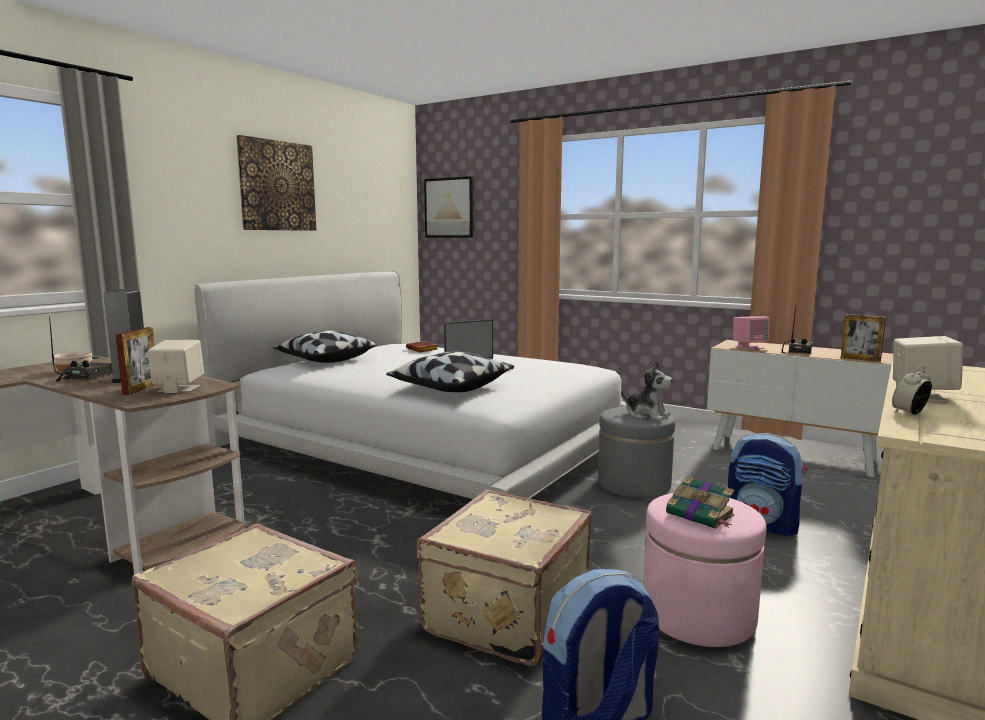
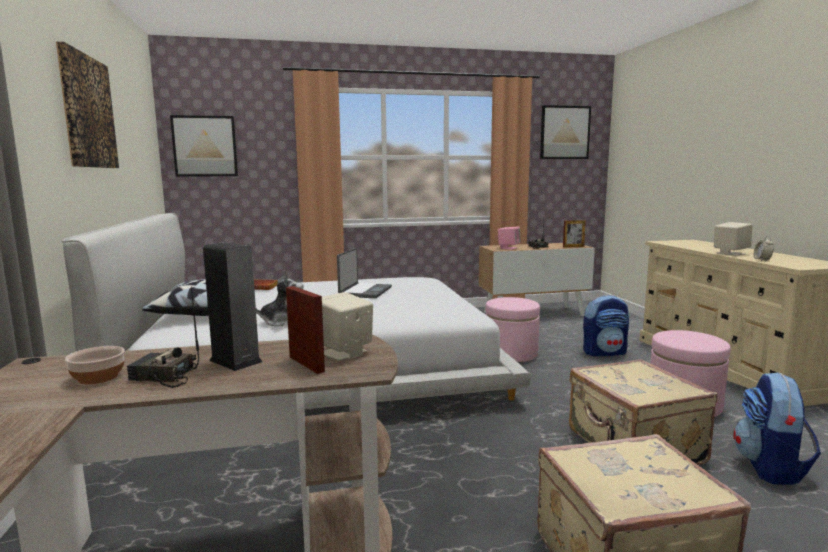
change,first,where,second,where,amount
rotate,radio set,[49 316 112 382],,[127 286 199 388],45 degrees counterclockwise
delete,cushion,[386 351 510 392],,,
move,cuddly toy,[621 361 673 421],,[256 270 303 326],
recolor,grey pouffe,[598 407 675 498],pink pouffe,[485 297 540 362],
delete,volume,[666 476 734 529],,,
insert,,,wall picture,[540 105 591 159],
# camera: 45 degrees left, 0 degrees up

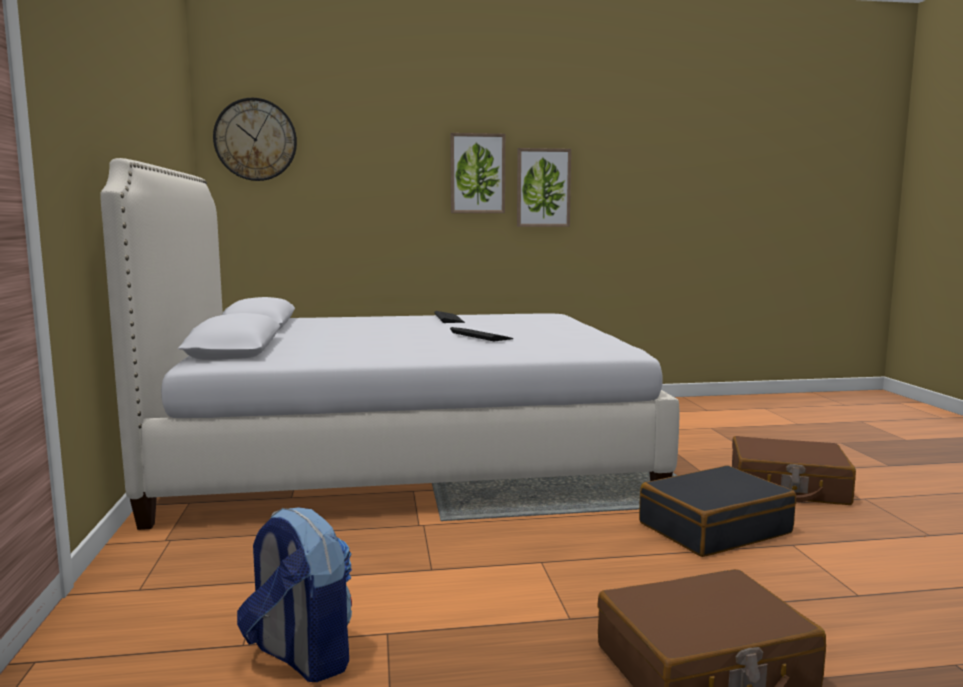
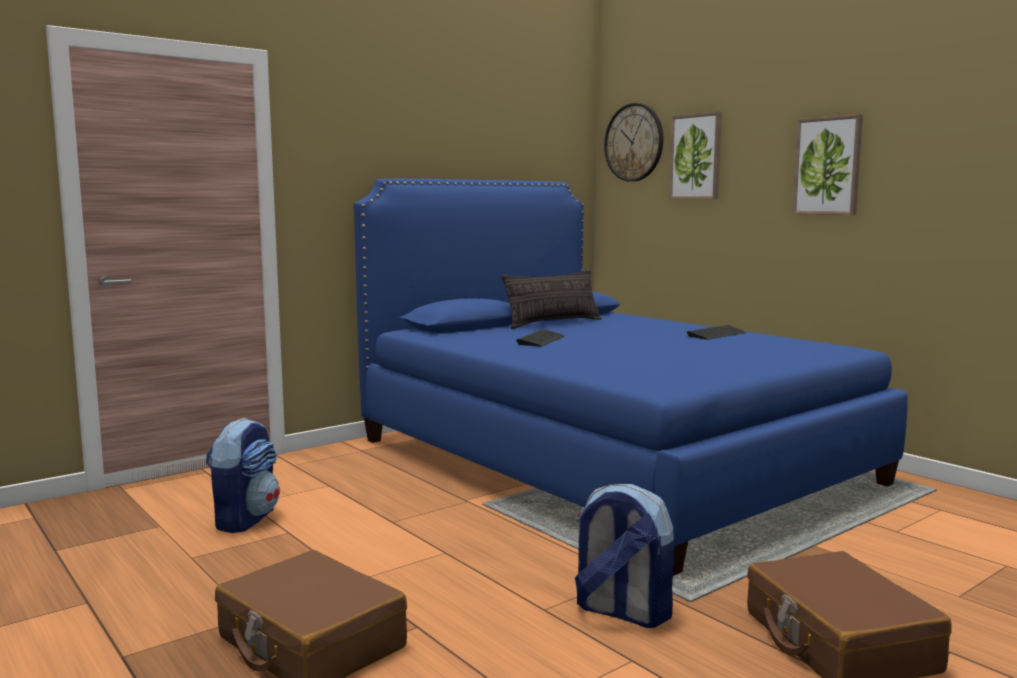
change,first,where,second,where,amount
move,wall picture,[517 148 571 227],,[669 111 722 199],
recolor,whitish sleeping bed,[100 158 679 530],bluish sleeping bed,[354 179 908 576],
move,computer keyboard,[450 327 514 341],,[516 329 564 346],
replace,black-coloured travel case,[639 465 796 557],knapsack,[575 484 674 628],
insert,,,cushion,[502 269 602 329],
# camera: 60 degrees right, 0 degrees up

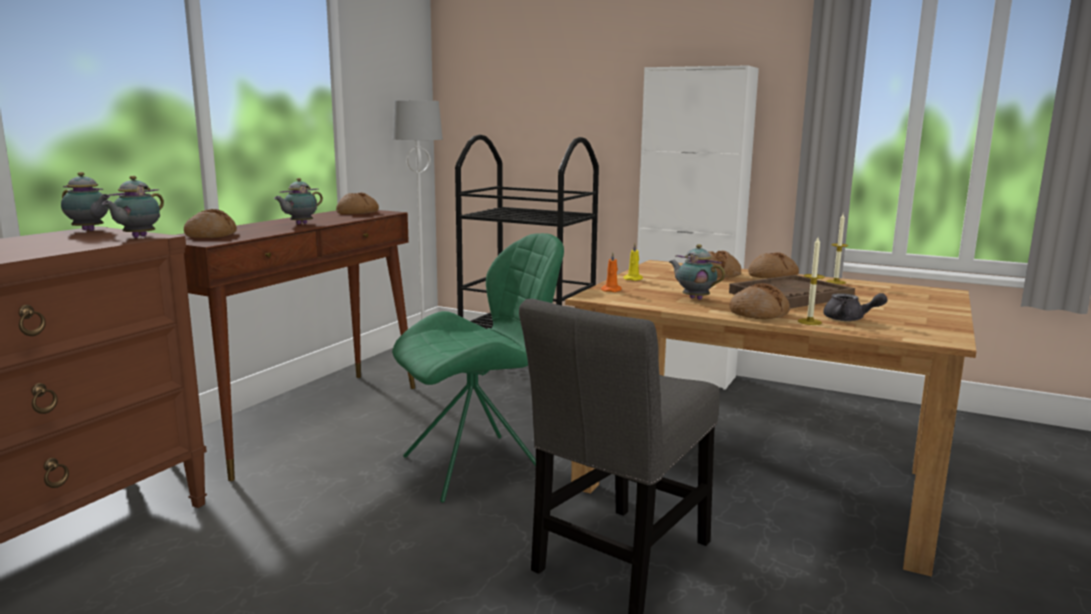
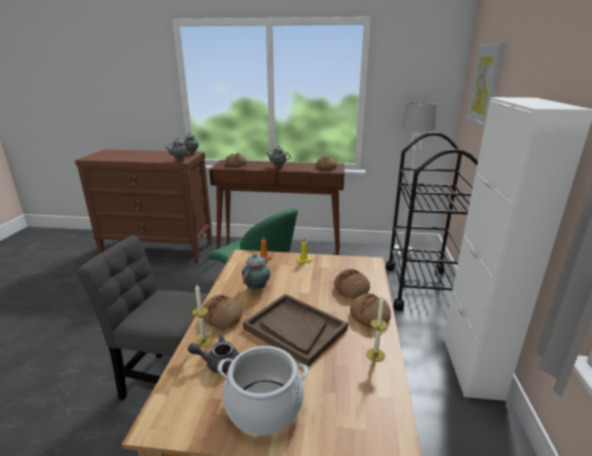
change,first,where,second,where,amount
rotate,grey teapot,[823 293 888 321],,[188 333 239 374],75 degrees clockwise
insert,,,wall picture,[466 43 505 128],
insert,,,cooking pot,[218 346 308 435],
# camera: 70 degrees right, 10 degrees up

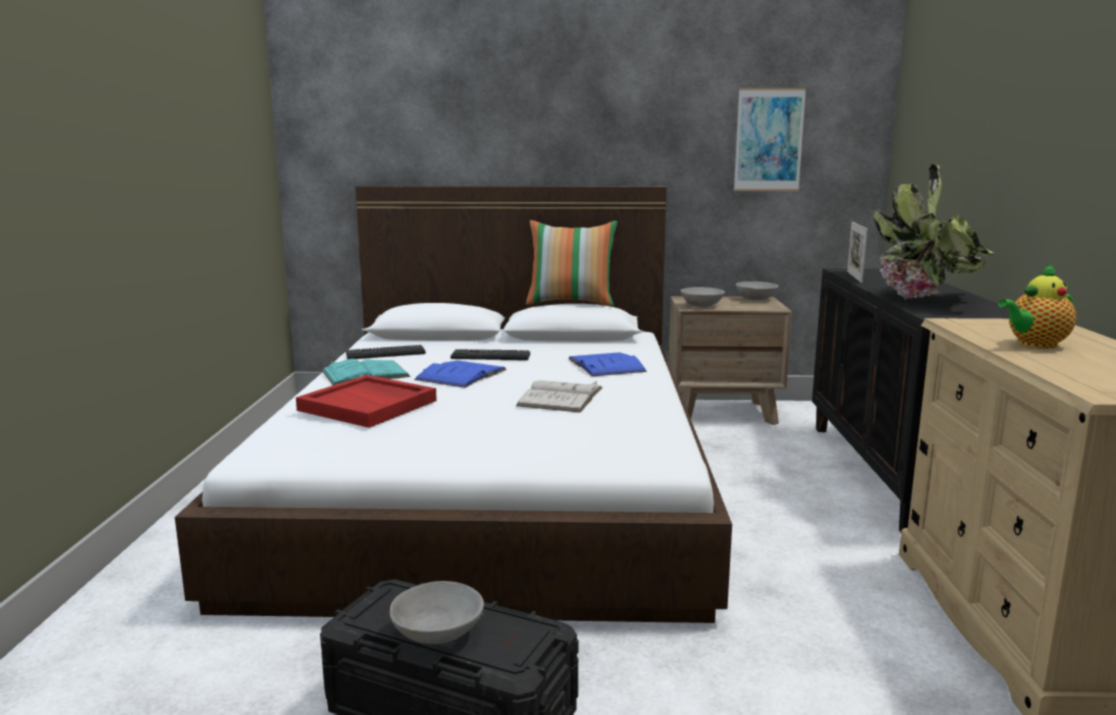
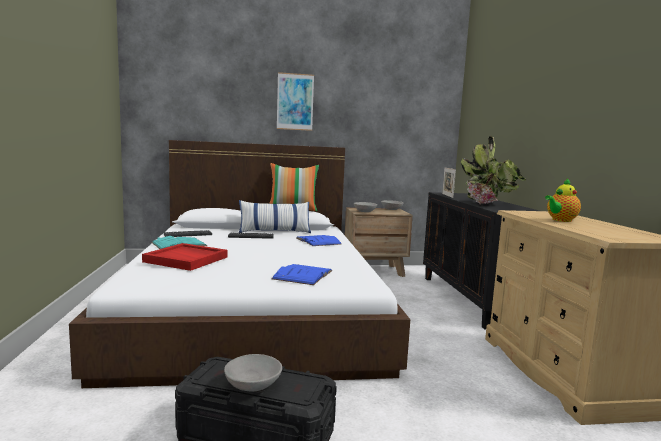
change,first,where,second,where,amount
move,wall picture,[734 88 806 191],,[277 72 314 131],
move,bluish volume,[414 360 507 388],,[272 264 332 285],
delete,whitish volume,[516 381 603 413],,,
insert,,,cushion,[239 200 311 233],
# camera: 10 degrees left, 5 degrees down

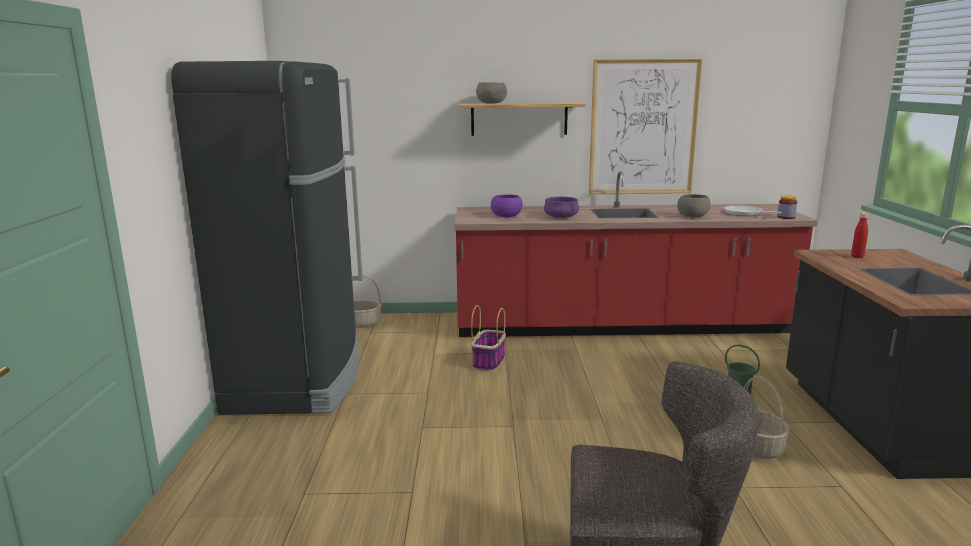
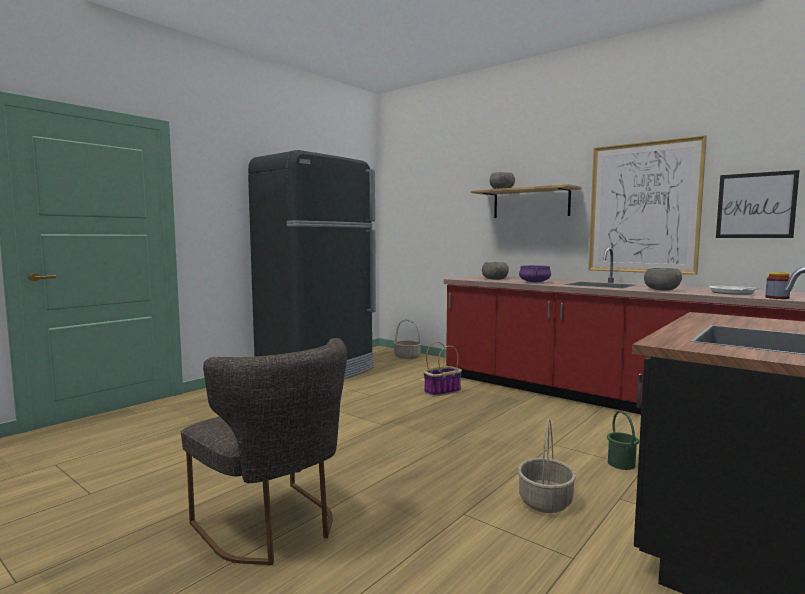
change,first,where,second,where,amount
recolor,purplish deep dish,[491 195 523 217],grey deep dish,[482 262 509 280],
delete,red bottle,[851 213 868 258],,,
insert,,,wall picture,[716 170 800 238],
# camera: 40 degrees right, 10 degrees down

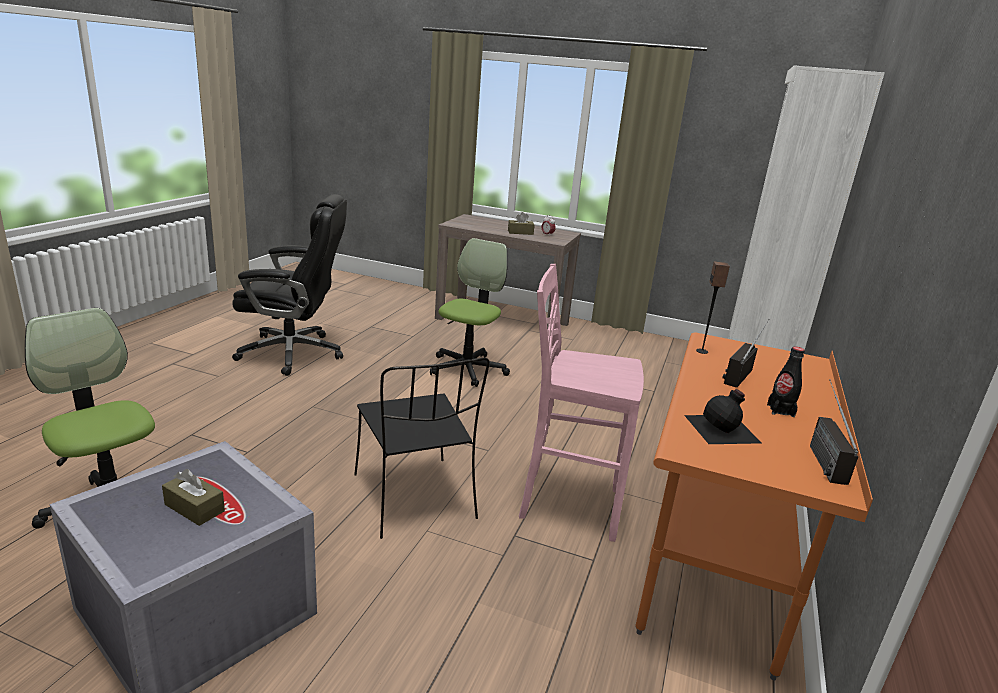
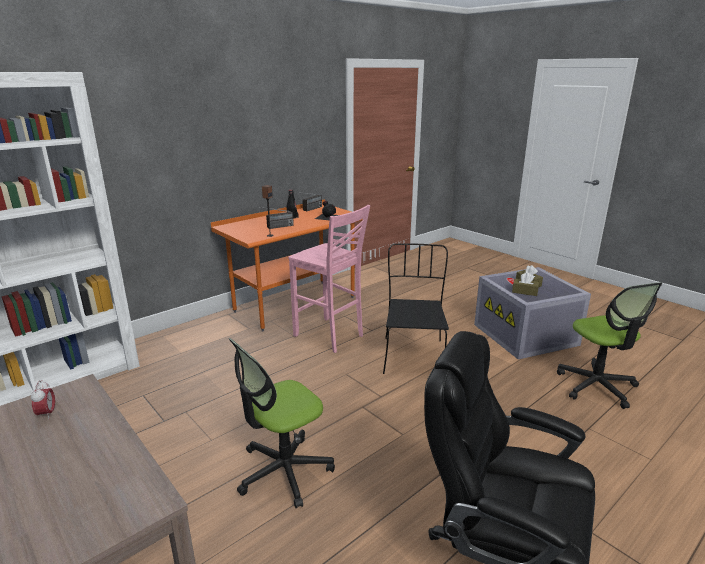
change,first,where,second,where,amount
move,brownish box of tissues,[508 212 535 235],,[512 273 539 296],
# camera: 150 degrees left, 0 degrees up

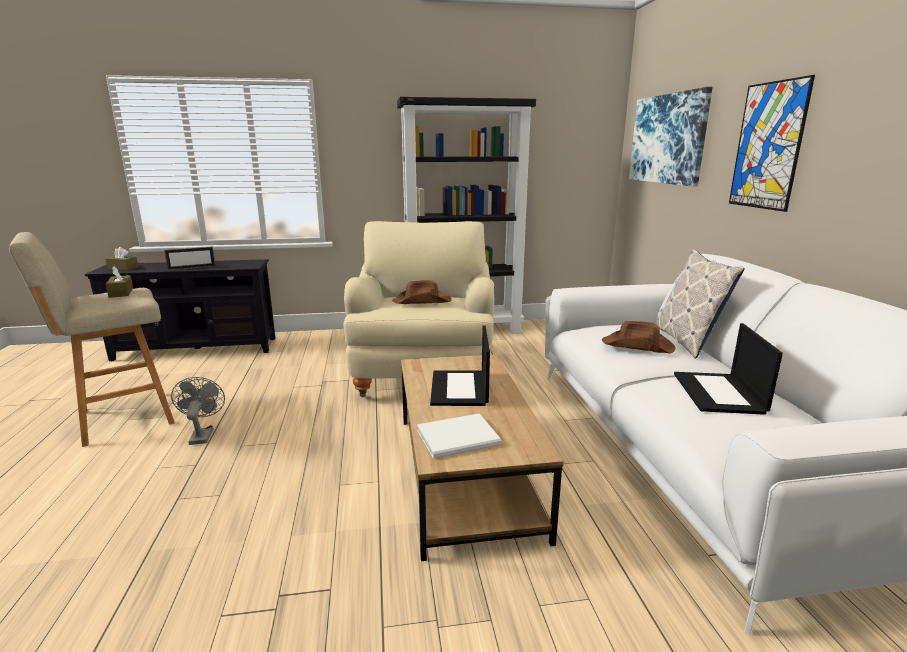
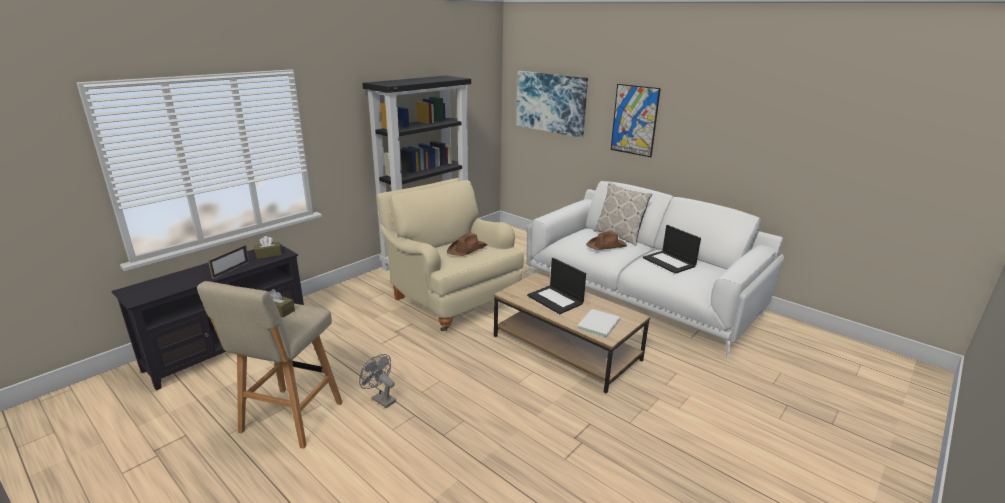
change,first,where,second,where,amount
move,brownish box of tissues,[105 247 138 270],,[254 236 282 259],
# camera: 40 degrees left, 5 degrees up

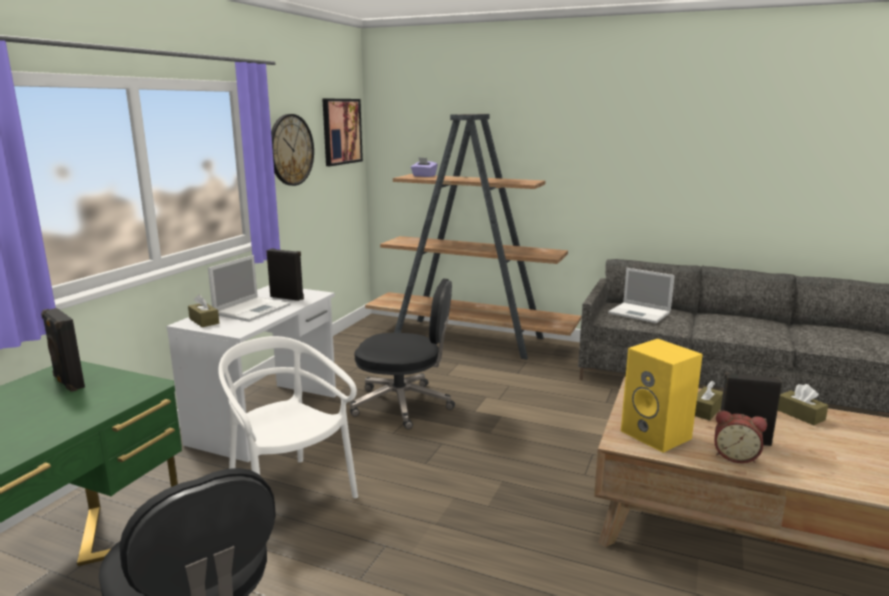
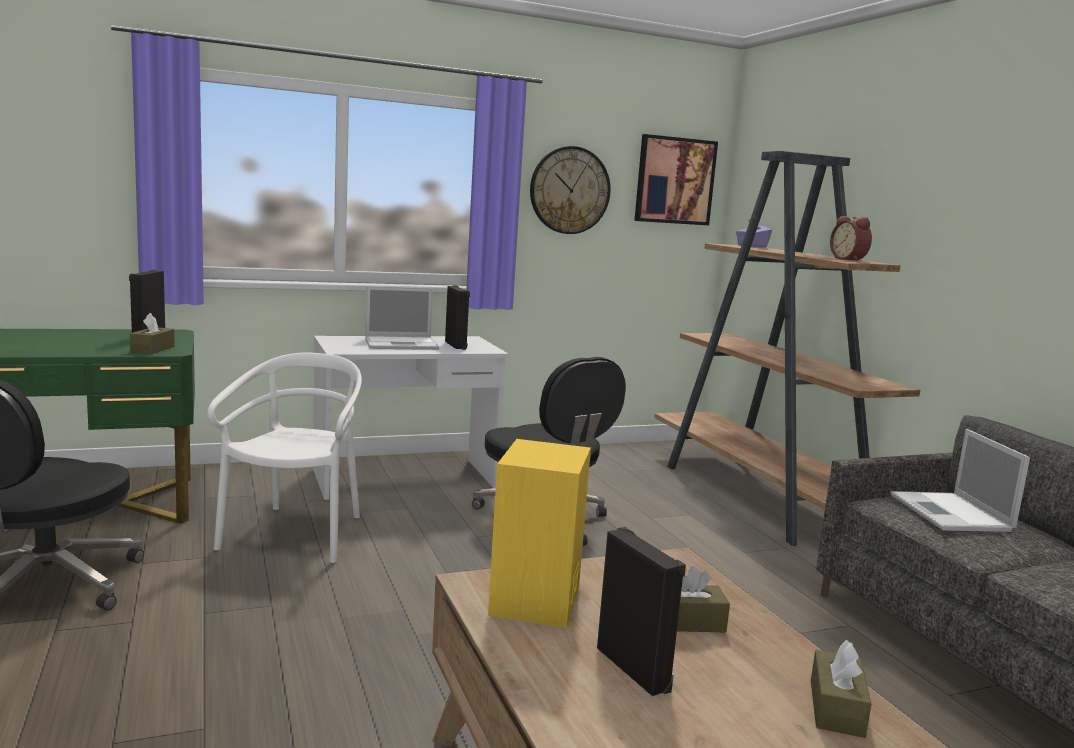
change,first,where,second,where,amount
move,brownish box of tissues,[188 294 219 327],,[130 313 174 354],
move,bedside clock,[714 410 767 463],,[830 216 872 261],
# camera: 45 degrees right, 5 degrees down

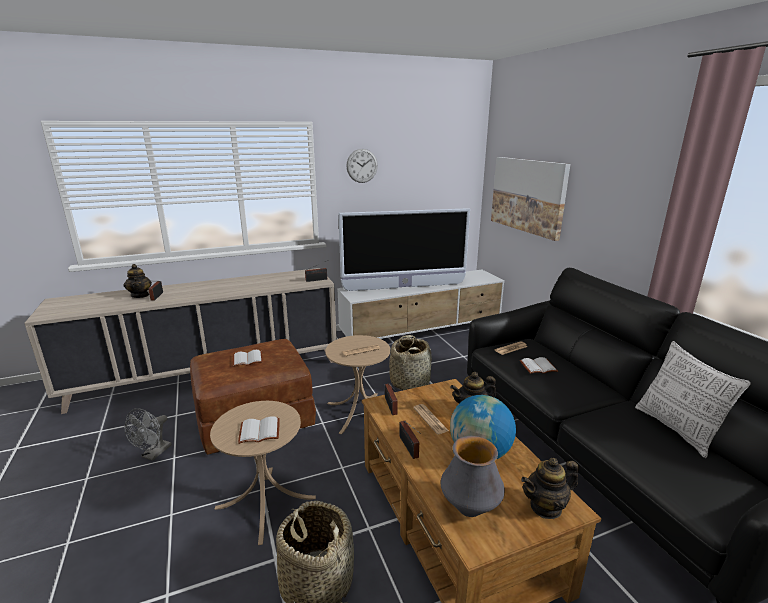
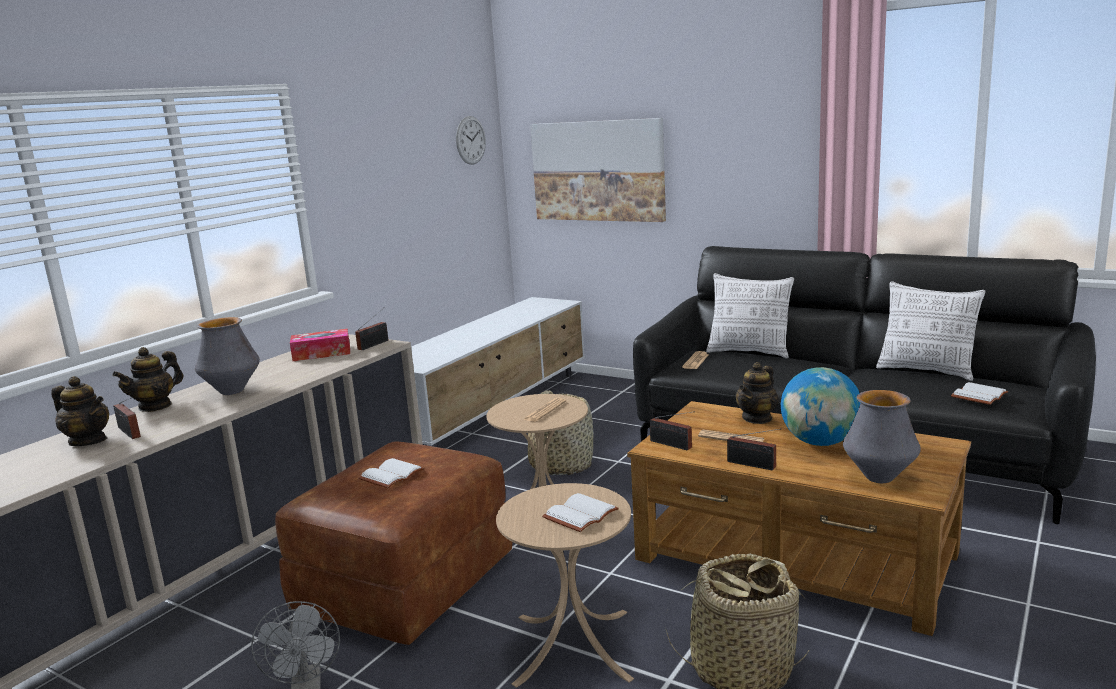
change,first,where,second,where,amount
move,hanging clock,[346 149 378 183],,[456 116 486 165],
delete,TV set,[338 208 470 291],,,
move,whitish volume,[520 357 558 374],,[951 382 1008 405],
move,teapot,[521 458 579 519],,[112 347 184 412],
insert,,,cushion,[706 273 794 358],
insert,,,decorative vase,[195 317 260 395],
insert,,,box of tissues,[290 329 350 361],
# camera: 35 degrees left, 5 degrees down

